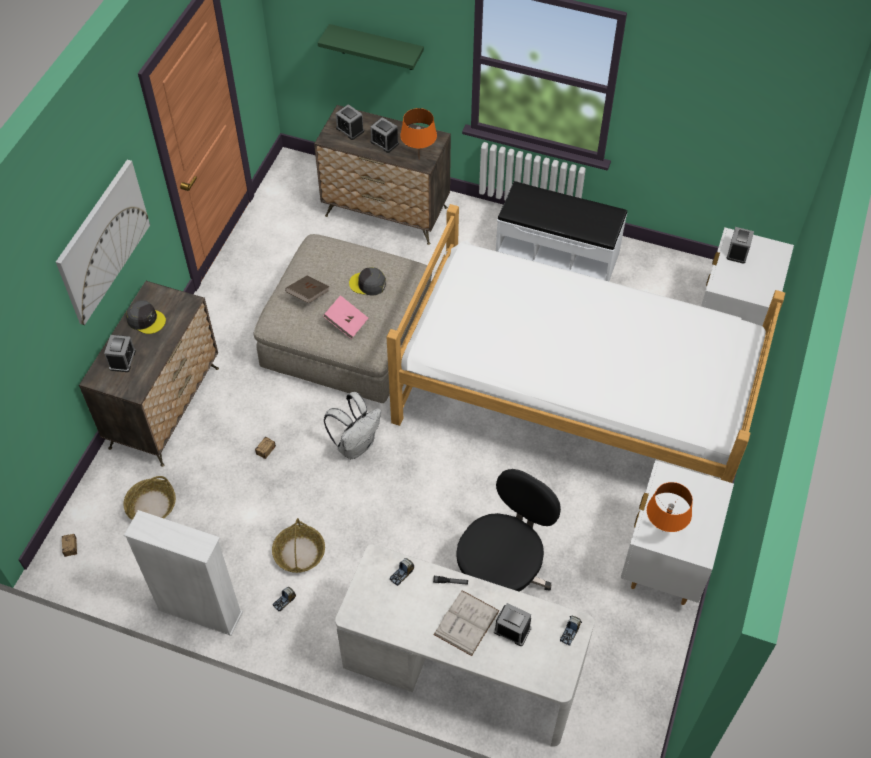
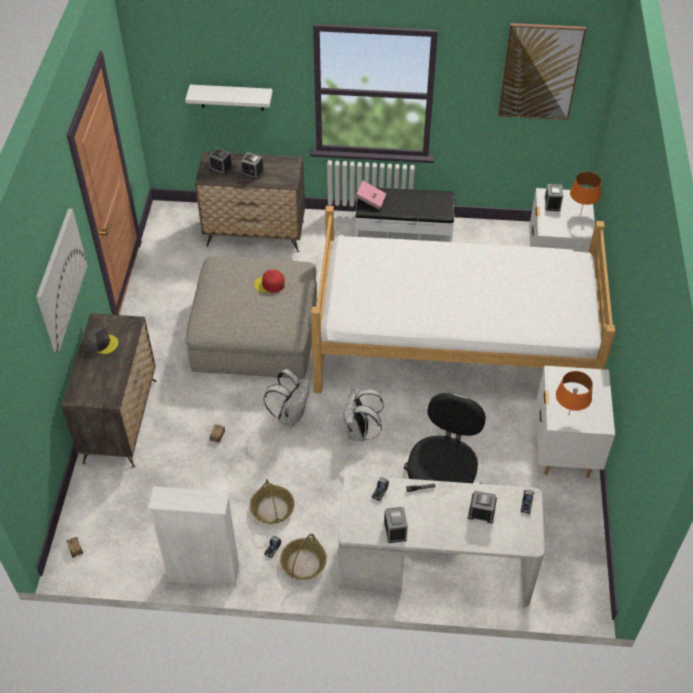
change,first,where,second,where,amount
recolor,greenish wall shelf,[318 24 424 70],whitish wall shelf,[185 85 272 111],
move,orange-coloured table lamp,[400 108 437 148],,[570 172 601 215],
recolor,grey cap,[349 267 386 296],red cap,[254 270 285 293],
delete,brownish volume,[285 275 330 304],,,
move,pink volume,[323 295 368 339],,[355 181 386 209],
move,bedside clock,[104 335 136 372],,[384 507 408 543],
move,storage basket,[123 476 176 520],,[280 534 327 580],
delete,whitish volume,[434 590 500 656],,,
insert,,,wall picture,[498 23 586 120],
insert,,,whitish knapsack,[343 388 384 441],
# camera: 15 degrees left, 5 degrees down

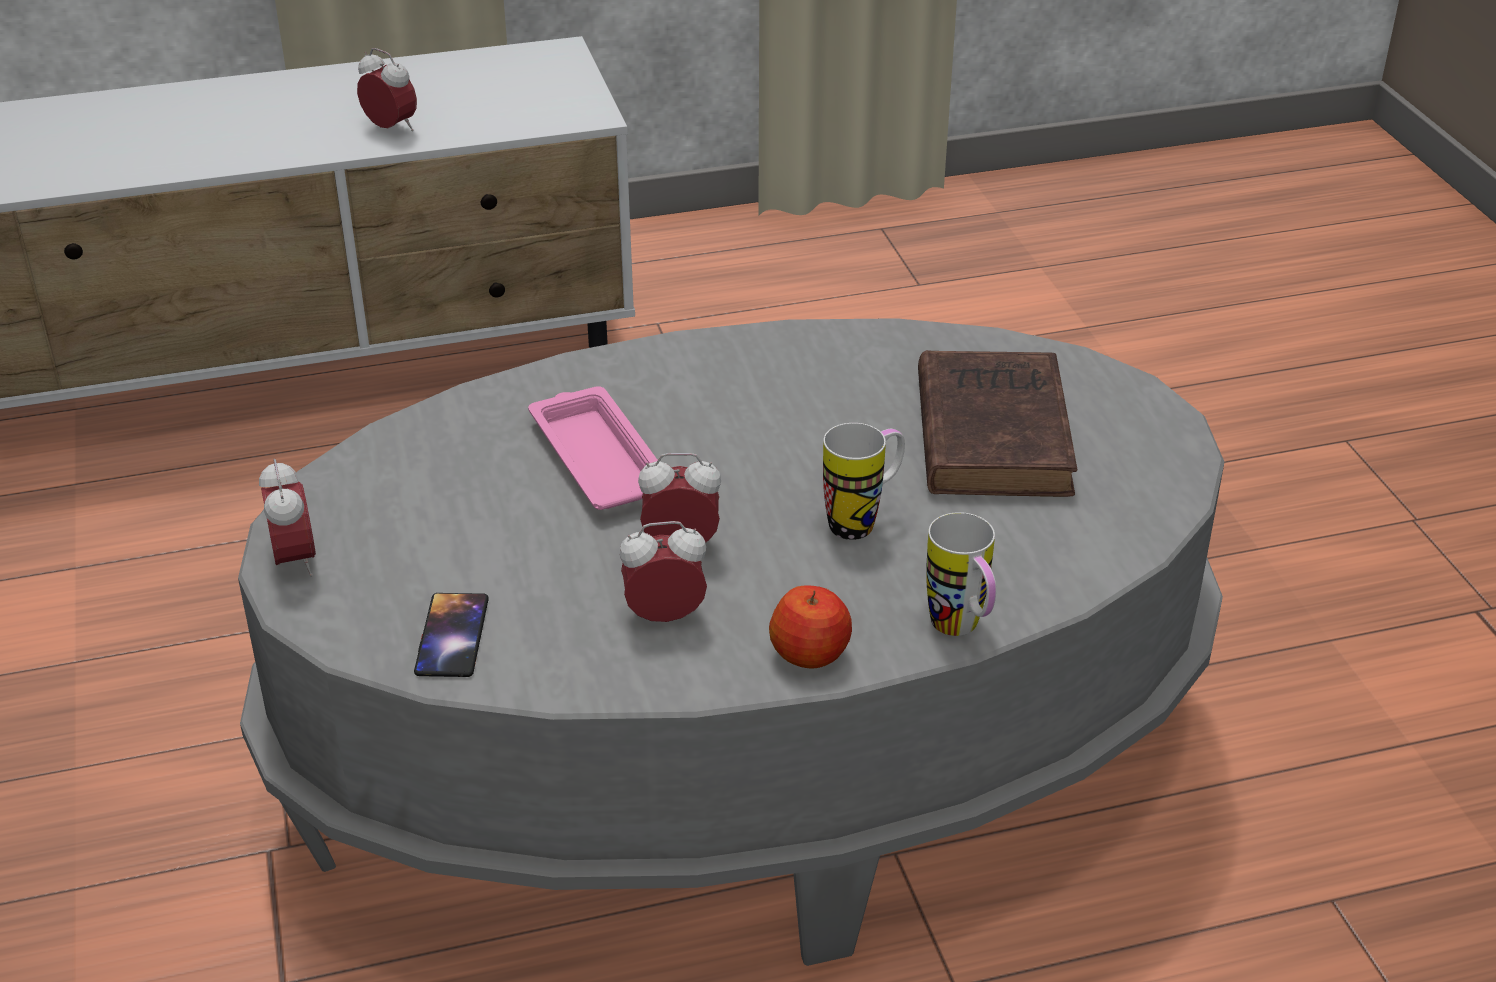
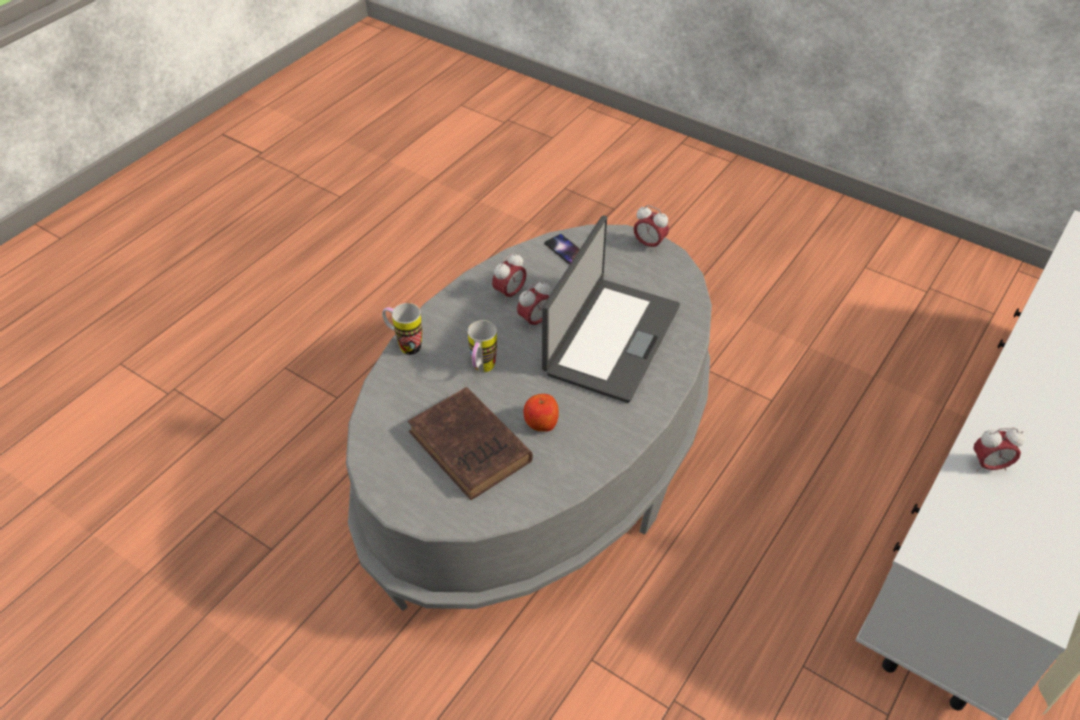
change,first,where,second,where,amount
replace,pink serving tray,[528 386 657 510],notebook computer,[542 215 680 403],
move,apple fruit,[769 585 852 668],,[523 394 559 432],
# camera: 140 degrees right, 10 degrees up

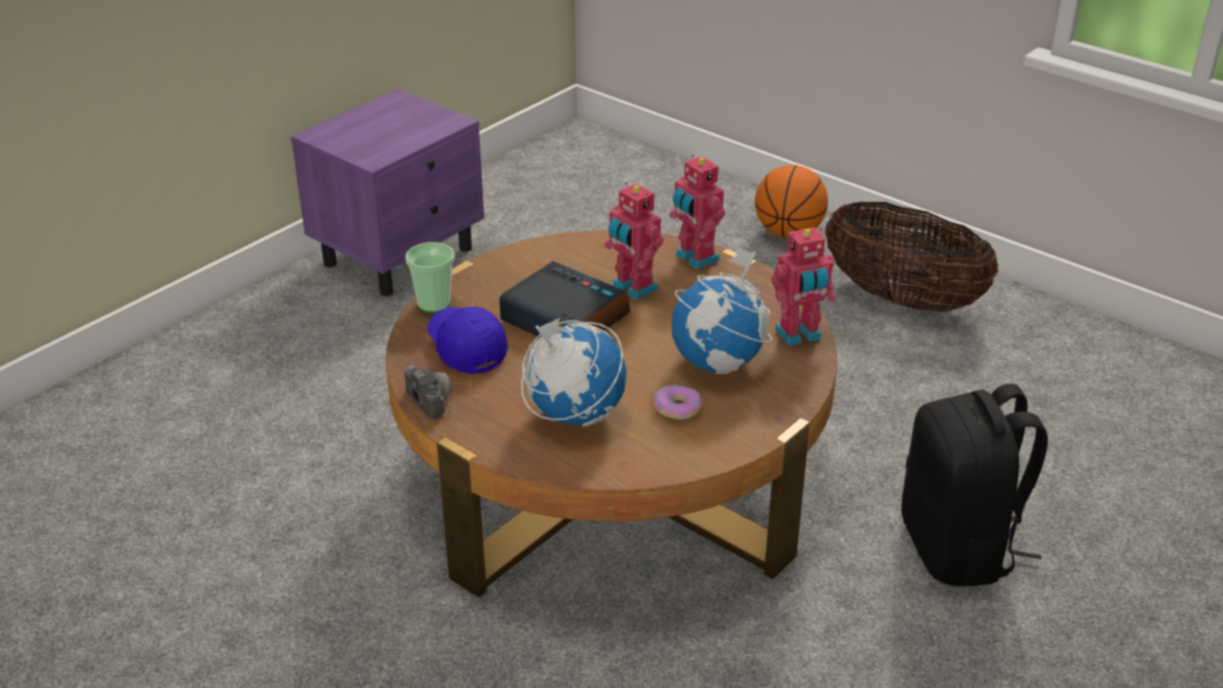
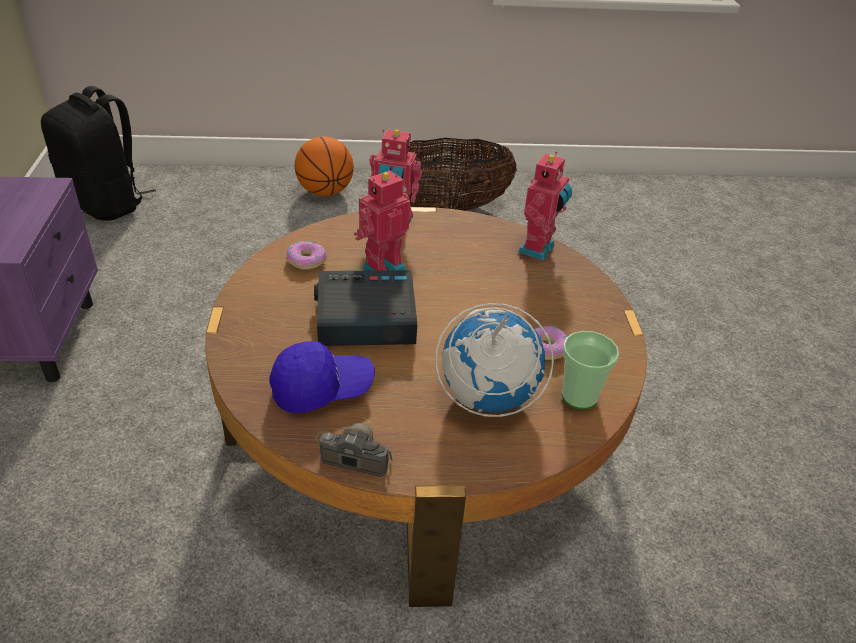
change,first,where,second,where,amount
rotate,robot figure,[604 182 663 300],,[354 170 413 271],135 degrees clockwise
move,cup,[405 242 455 313],,[562 331 619 409],
delete,desk globe,[672 246 772 374],,,
rotate,bluish cap,[427 307 508 374],,[269 341 375 413],150 degrees clockwise
move,black-coloured knapsack,[901 384 1048 586],,[41 86 156 221],
insert,,,ring doughnut,[287 241 327 270],
# camera: 45 degrees left, 5 degrees up

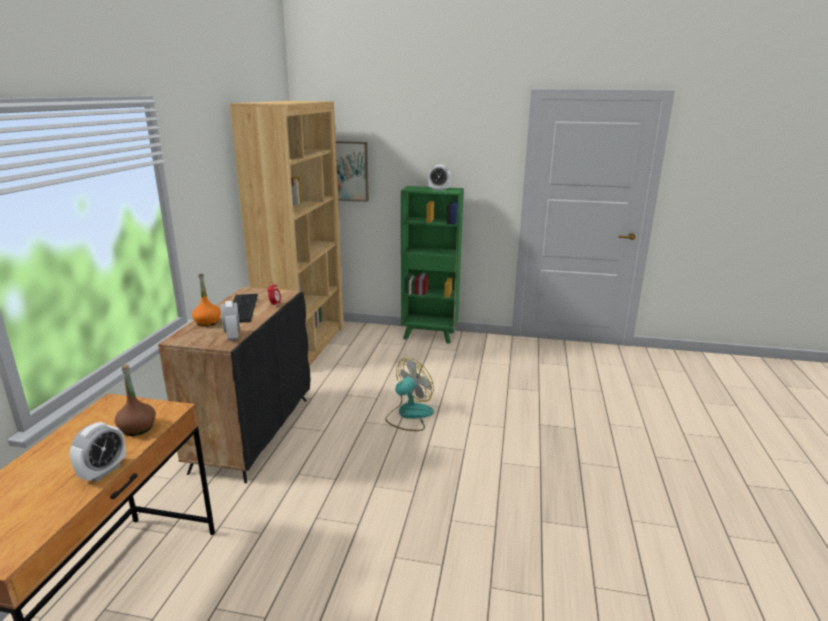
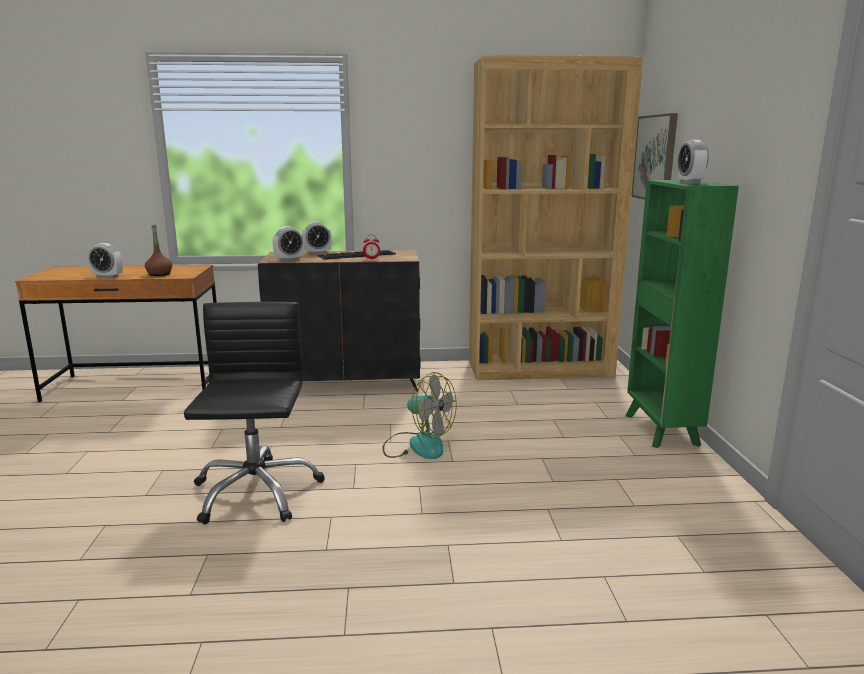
change,first,where,second,where,amount
replace,orange-coloured bottle,[192 274 221 326],bedside clock,[302 222 332 255],
insert,,,black-coloured desk chair,[184 302 325 524],
# camera: 75 degrees right, 5 degrees down

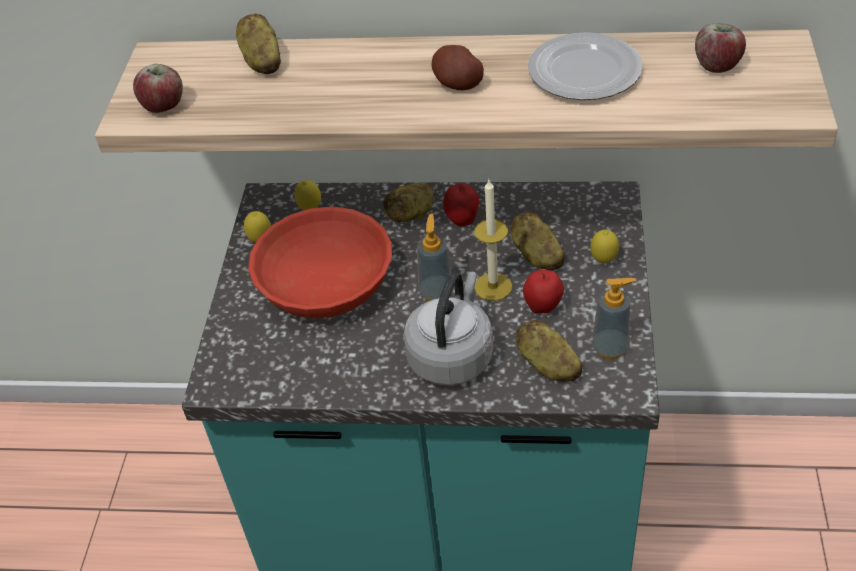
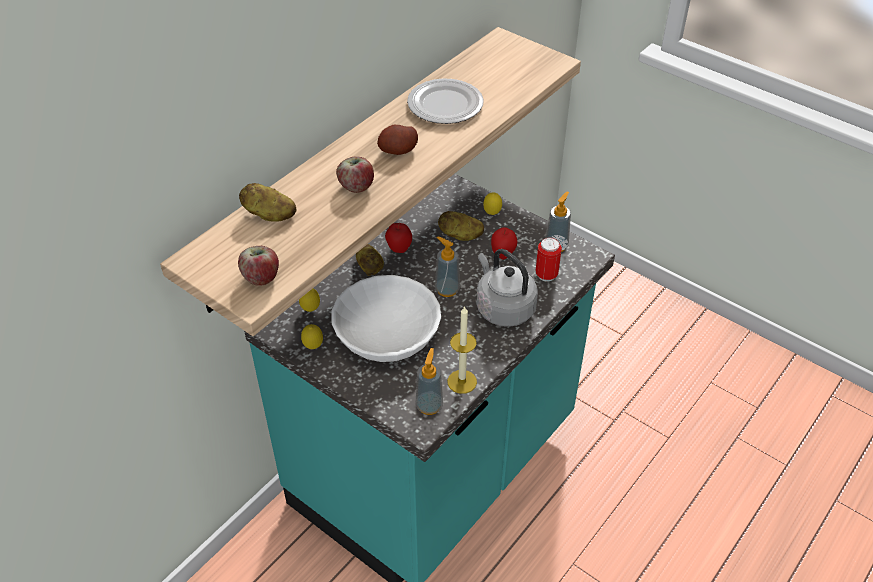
change,first,where,second,where,amount
move,apple fruit,[695 23 746 73],,[336 156 374 193],
move,wax candle,[474 180 512 301],,[447 306 477 394],
recolor,red deep dish,[248 207 392 319],whitish deep dish,[332 275 441 362],
replace,potato,[516 320 582 382],sealed can,[536 238 562 282],
insert,,,liquid soap bottle,[415 348 443 415],
# camera: 60 degrees left, 0 degrees up

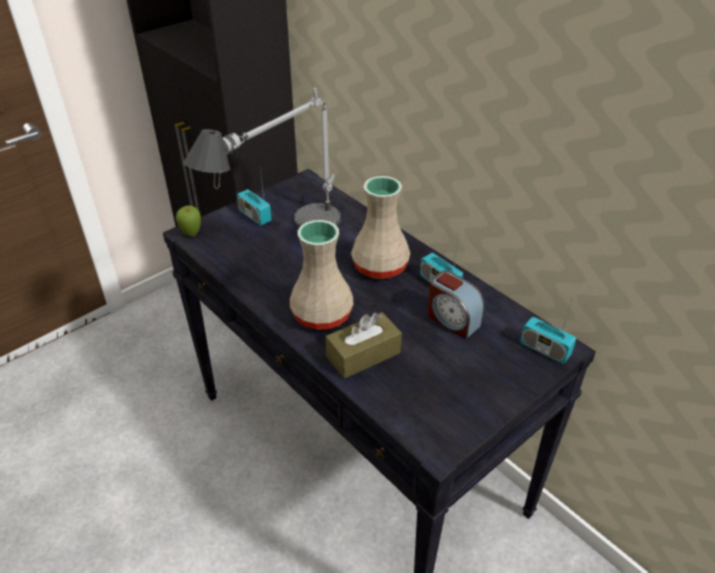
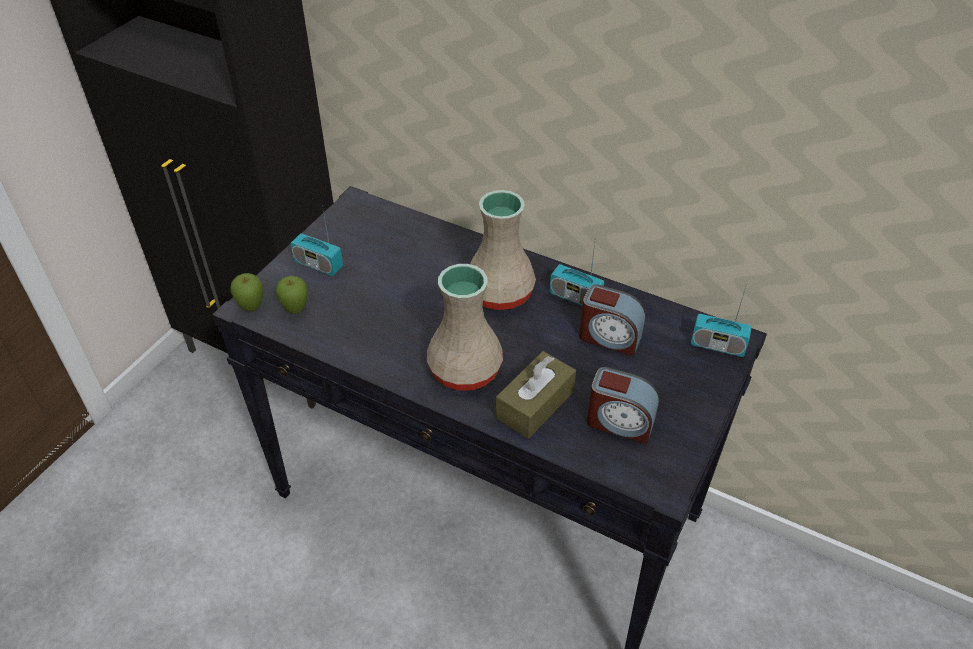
change,first,where,second,where,amount
delete,table lamp,[183 88 341 229],,,
insert,,,apple fruit,[276 276 308 314],
insert,,,bedside clock,[587 367 659 444],
# camera: 20 degrees left, 5 degrees up

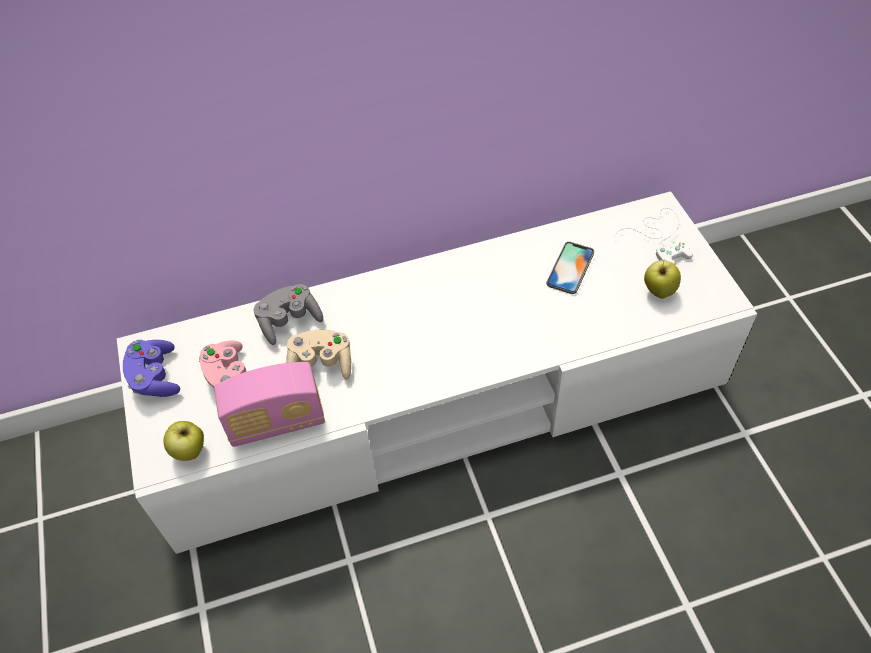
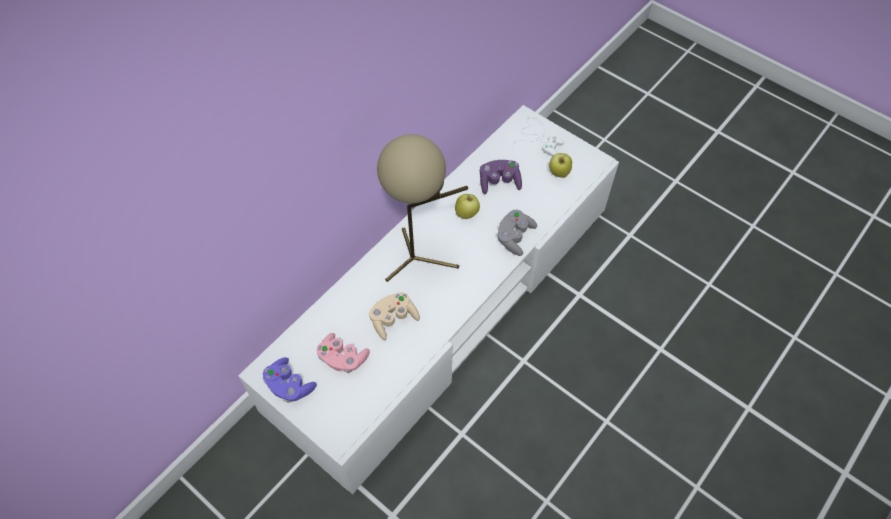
change,first,where,second,where,amount
replace,handset,[546 242 594 294],purplish game controller,[480 160 522 194],
move,grey game controller,[254 284 323 345],,[497 210 537 256],
delete,radio set,[214 362 325 447],,,
move,apple fruit,[163 421 204 461],,[455 194 480 219],
insert,,,beige table lamp,[377 134 468 282],
# camera: 35 degrees left, 5 degrees up

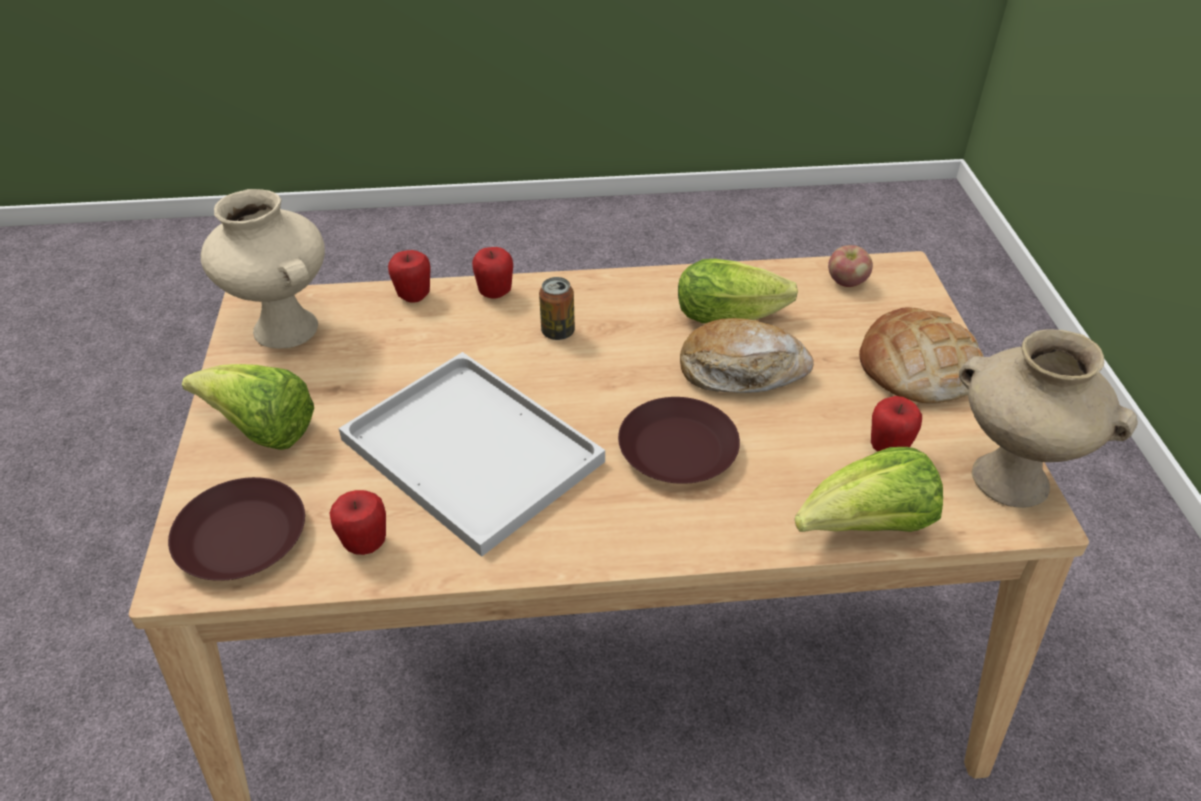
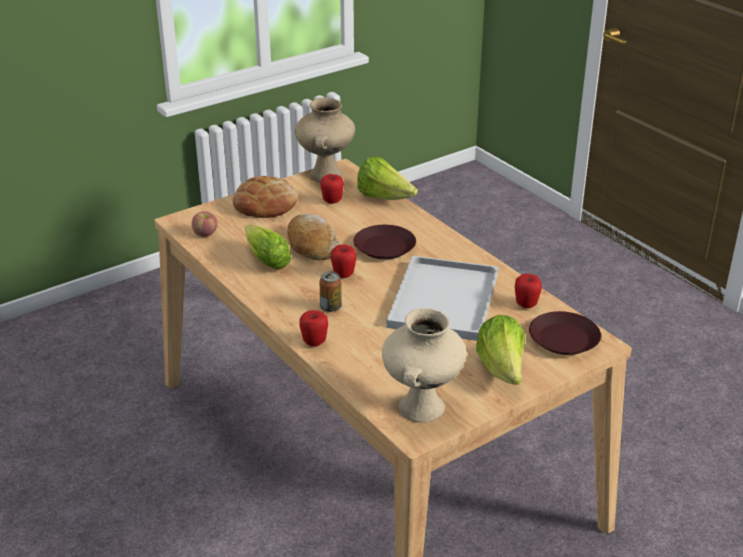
change,first,where,second,where,amount
move,apple fruit,[388 250 431 302],,[331 245 356 278],
# camera: 120 degrees left, 10 degrees down

